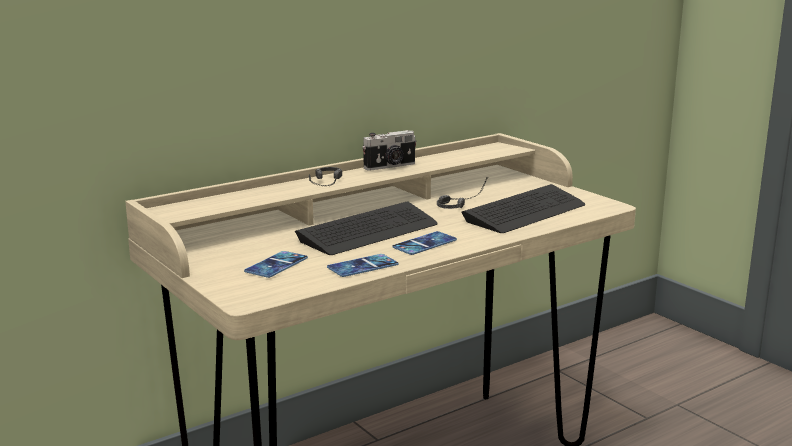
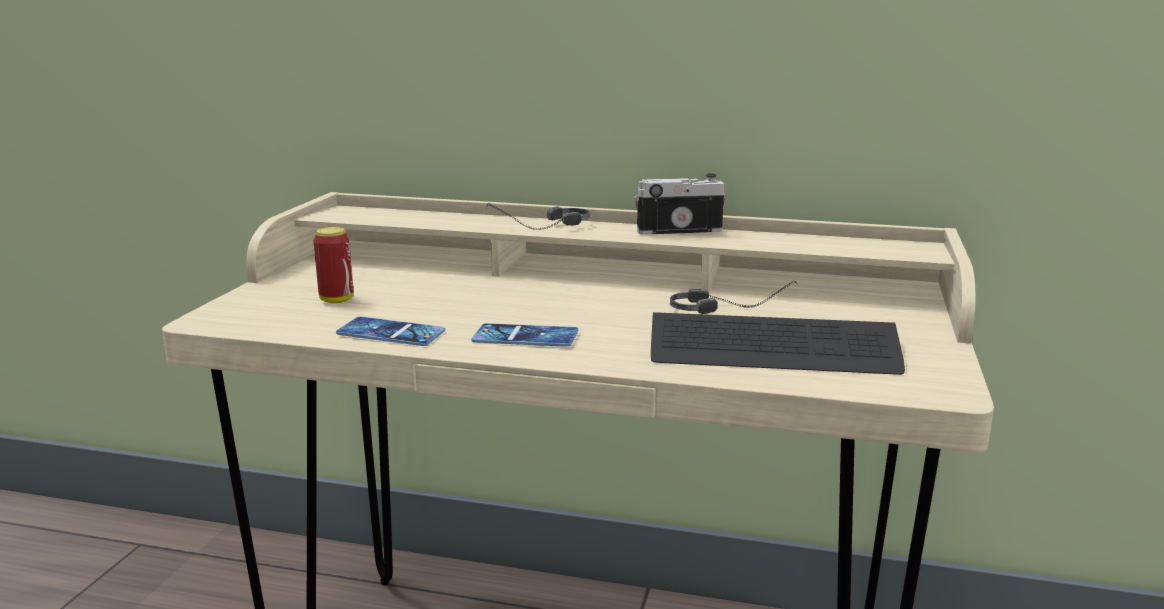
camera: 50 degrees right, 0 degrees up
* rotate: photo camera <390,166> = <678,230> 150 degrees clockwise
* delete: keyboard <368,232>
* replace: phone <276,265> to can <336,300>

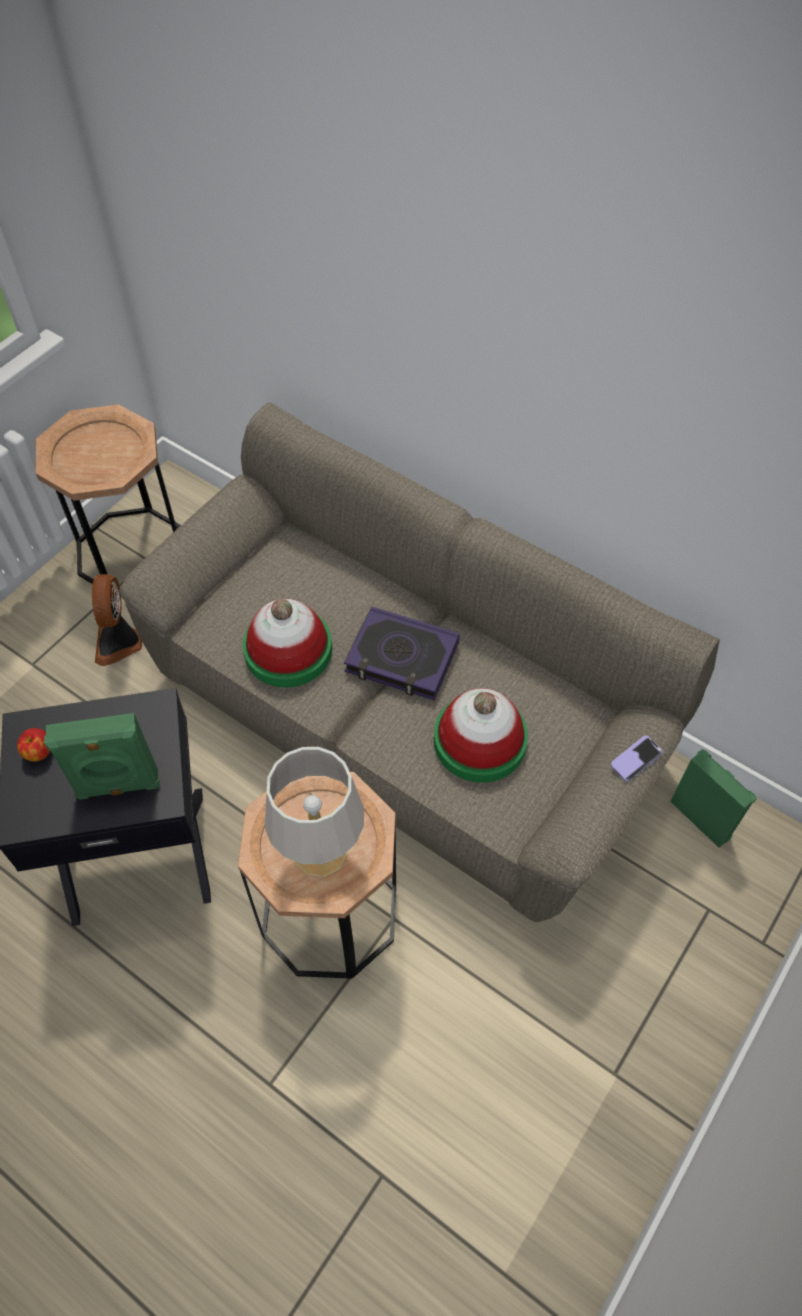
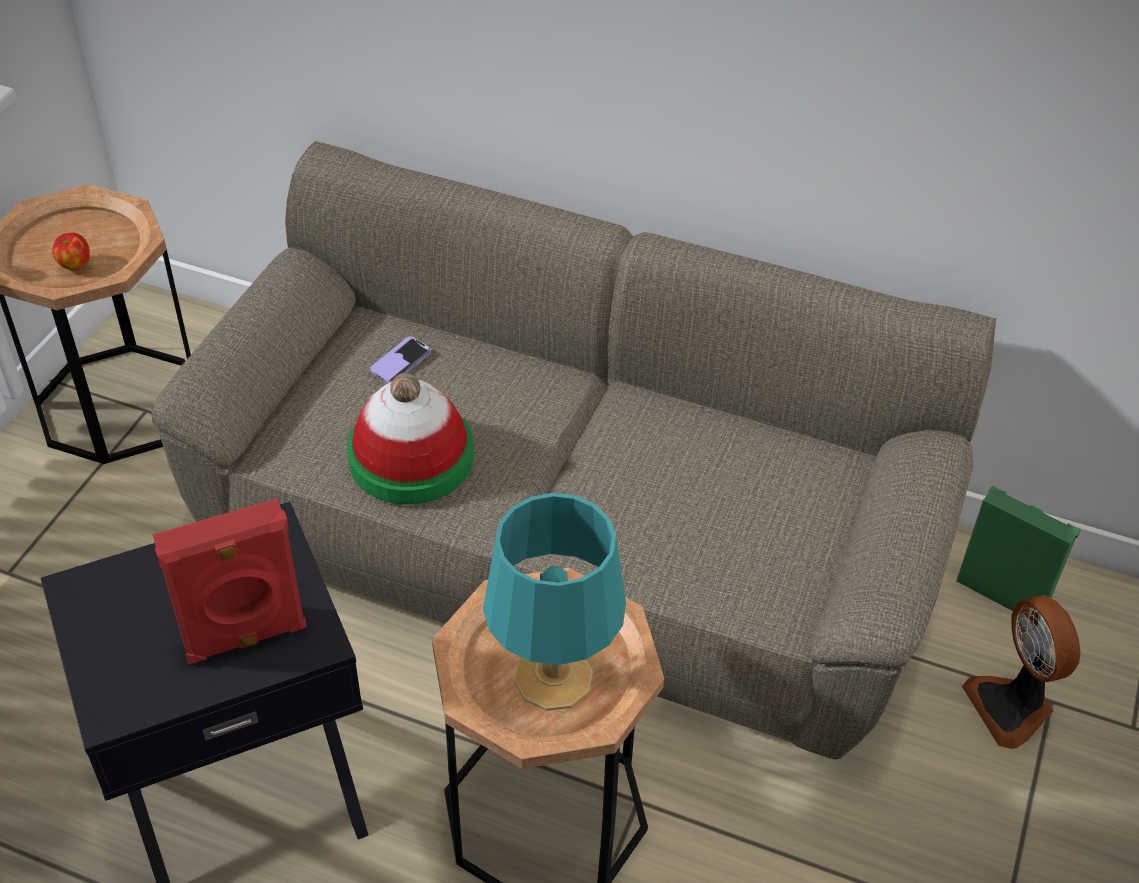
camera: 15 degrees left, 10 degrees down
* move: fan <120,643> to <1012,707>
* delete: book <402,658>
* delete: hat <480,740>
* recolor: speaker (green) <118,786> to speaker (red) <245,638>
* move: apple <38,752> to <75,265>
* move: phone <636,759> to <401,362>
* recolor: table lamp (grey) <319,853> to table lamp (turquoise) <552,679>

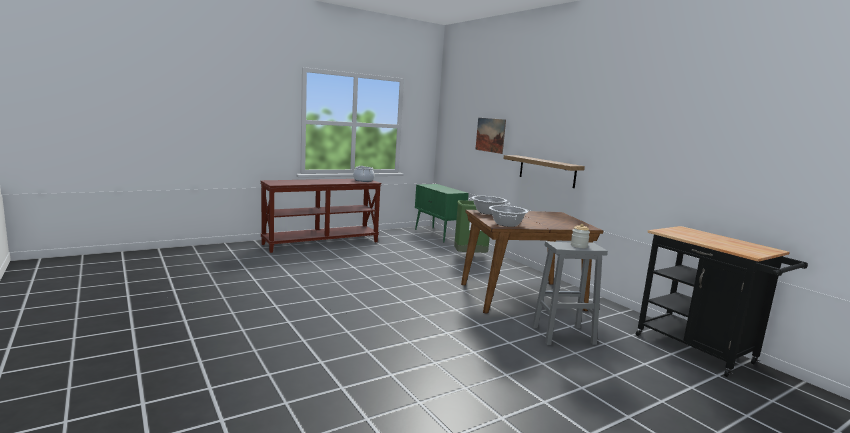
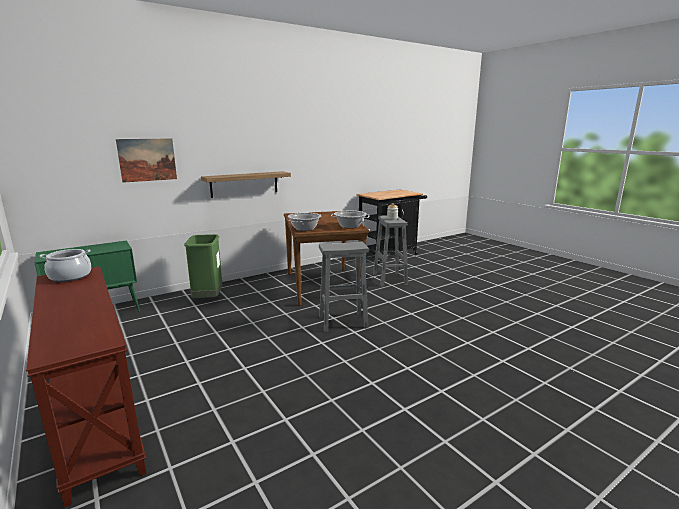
camera: 90 degrees left, 5 degrees up
* insert: stool (grey) <342,322>

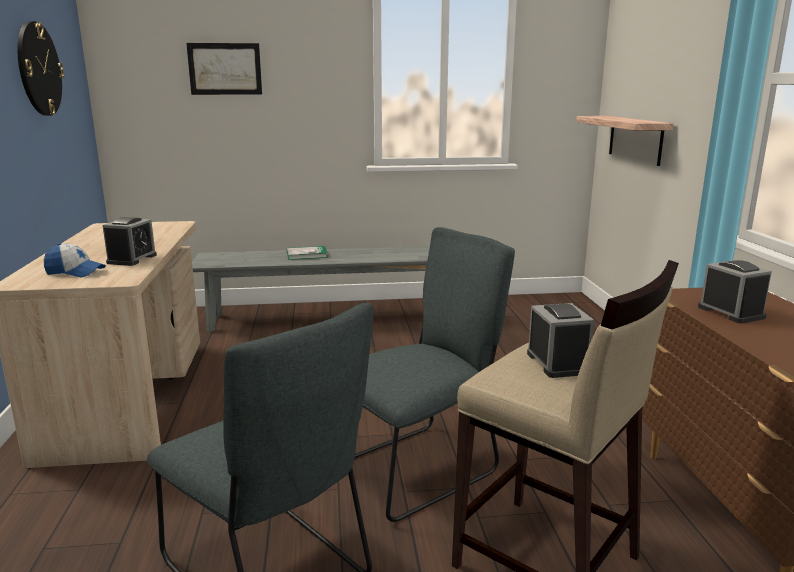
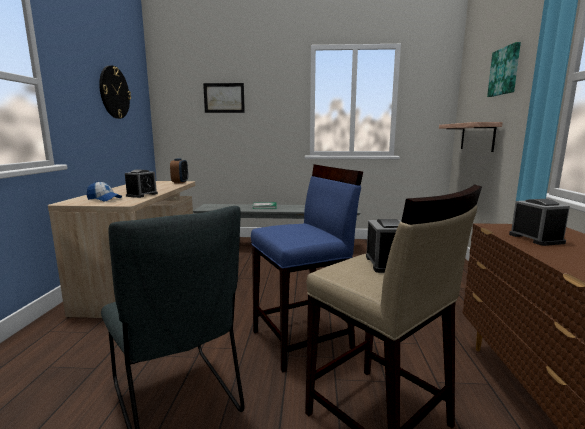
camera: 10 degrees right, 5 degrees down
* replace: chair (grey) <418,467> to stool (blue) <303,340>
* insert: picture <505,71>
* insert: alarm clock <180,182>

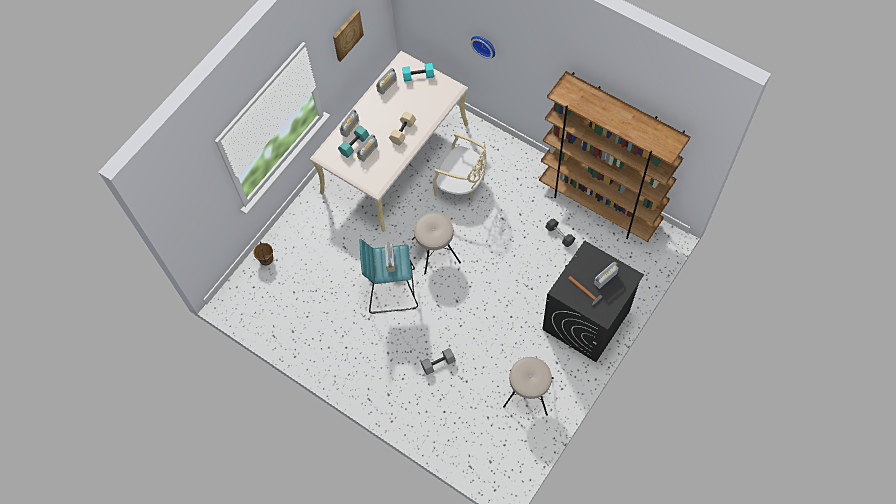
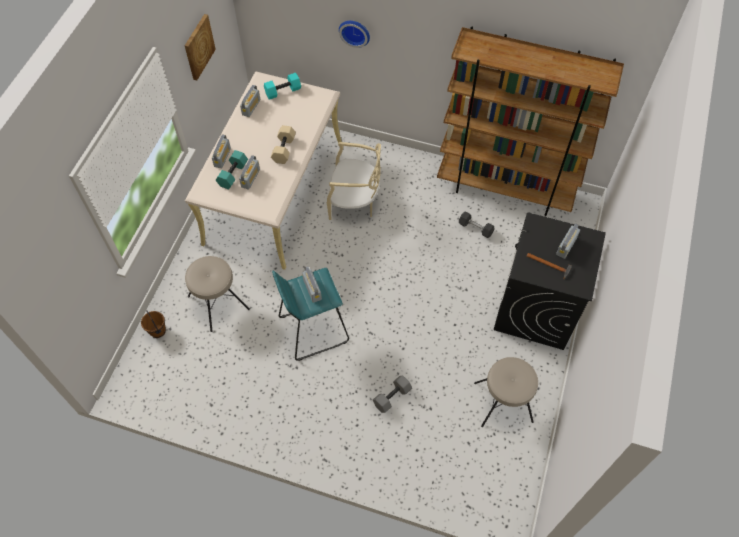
camera: 20 degrees left, 5 degrees down
* move: stool (beige) <435,251> to <218,303>

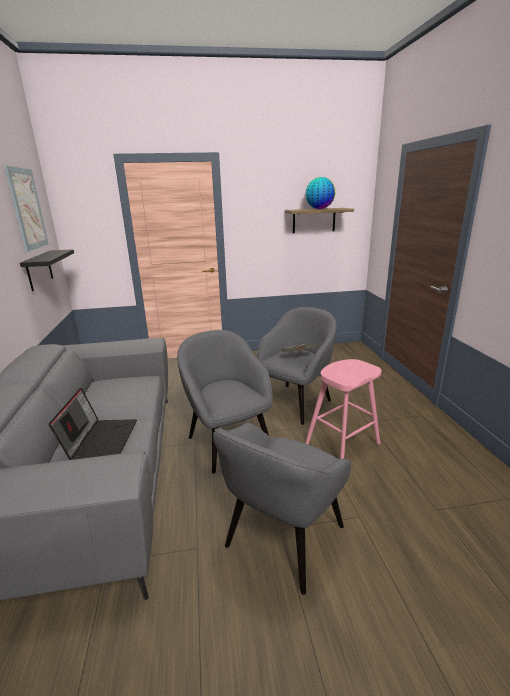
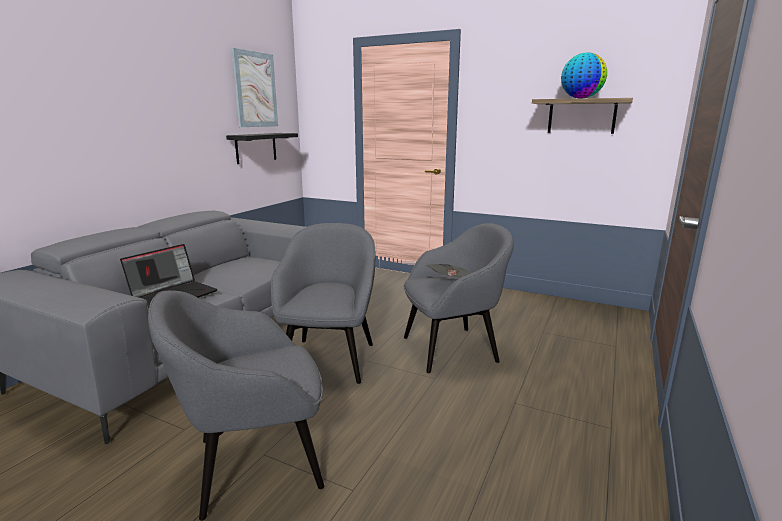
camera: 35 degrees right, 5 degrees down
* delete: stool (pink) <342,444>

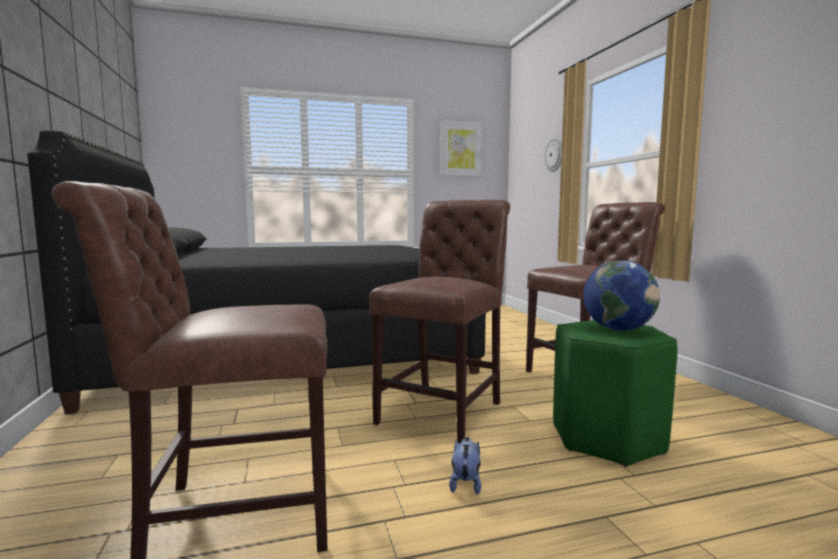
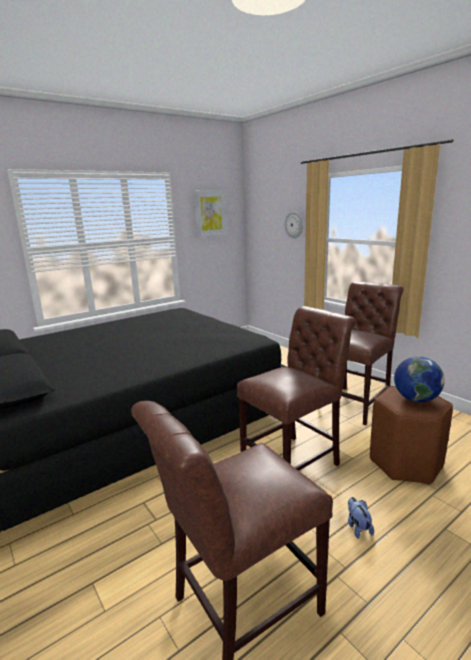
camera: 20 degrees left, 10 degrees up
* rotate: chair (brown) <445,410> = <295,462> 45 degrees clockwise
* recolor: stool (green) <606,439> to stool (brown) <404,463>

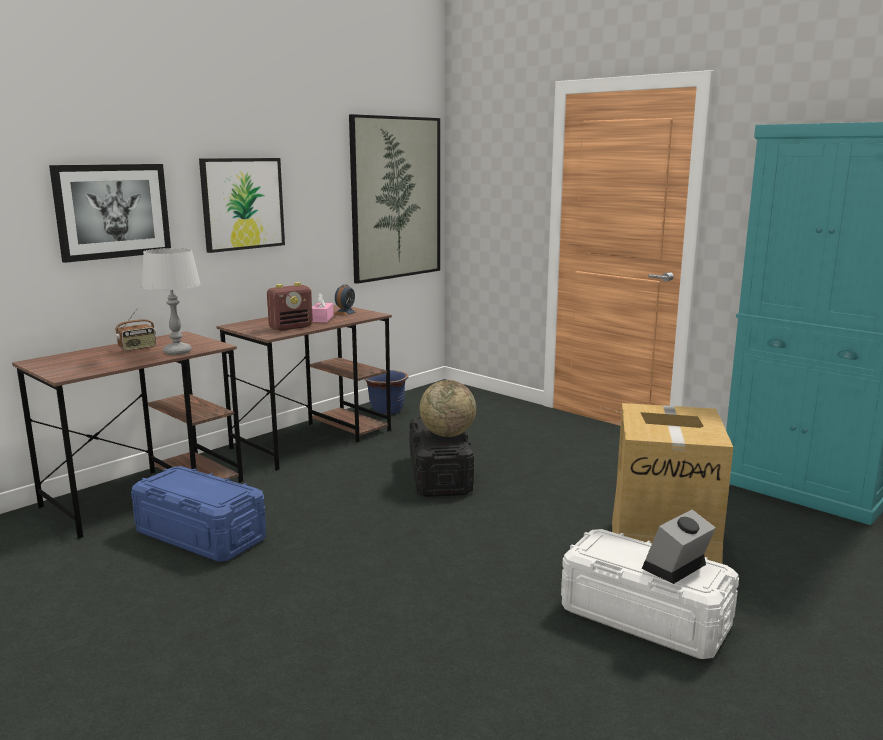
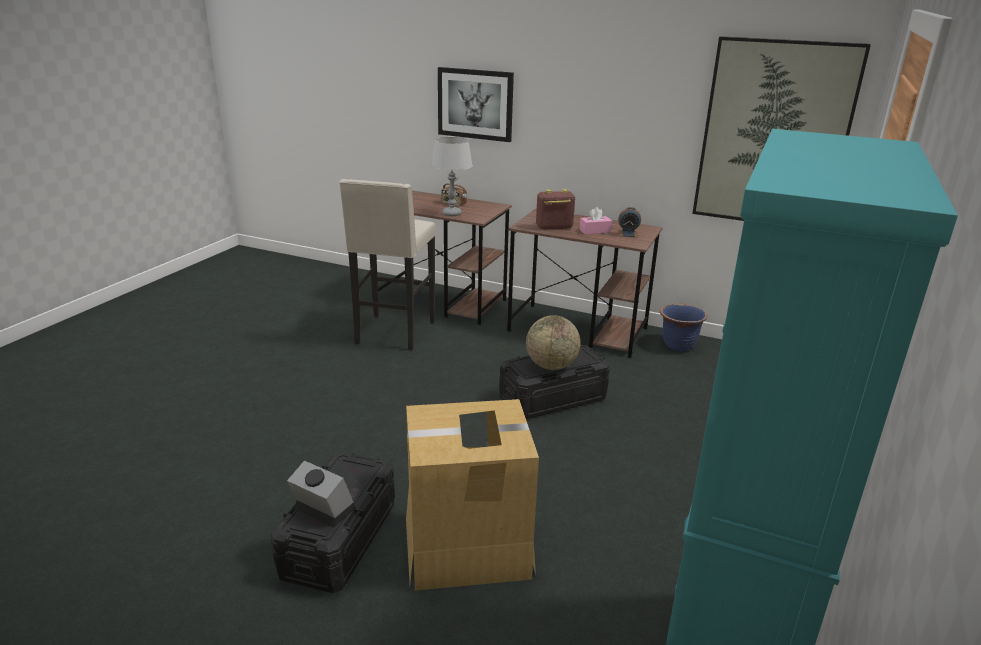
camera: 70 degrees right, 10 degrees up
* delete: picture <242,204>
* rotate: radio <291,327> = <553,227> 135 degrees clockwise
* replace: storage box (blue) <201,536> to stool (beige) <393,333>
* recolor: storage box (white) <645,618> to storage box (black) <339,540>

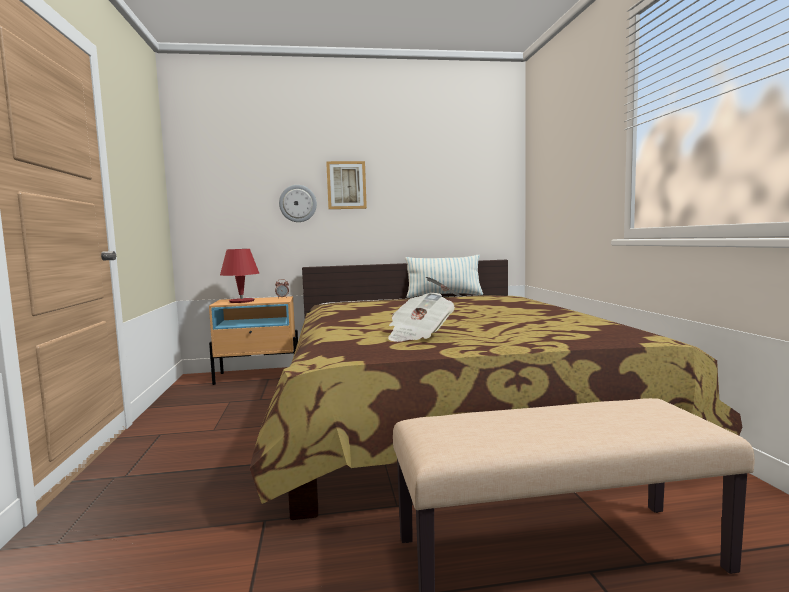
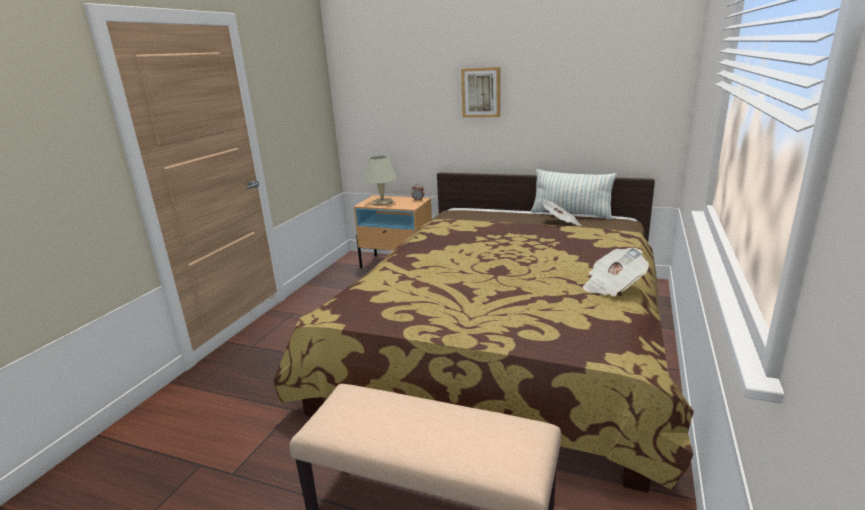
camera: 30 degrees right, 15 degrees up
* delete: wall clock <298,203>
* recolor: table lamp (red) <241,301> to table lamp (beige) <382,202>
* move: newspaper <418,335> to <612,286>

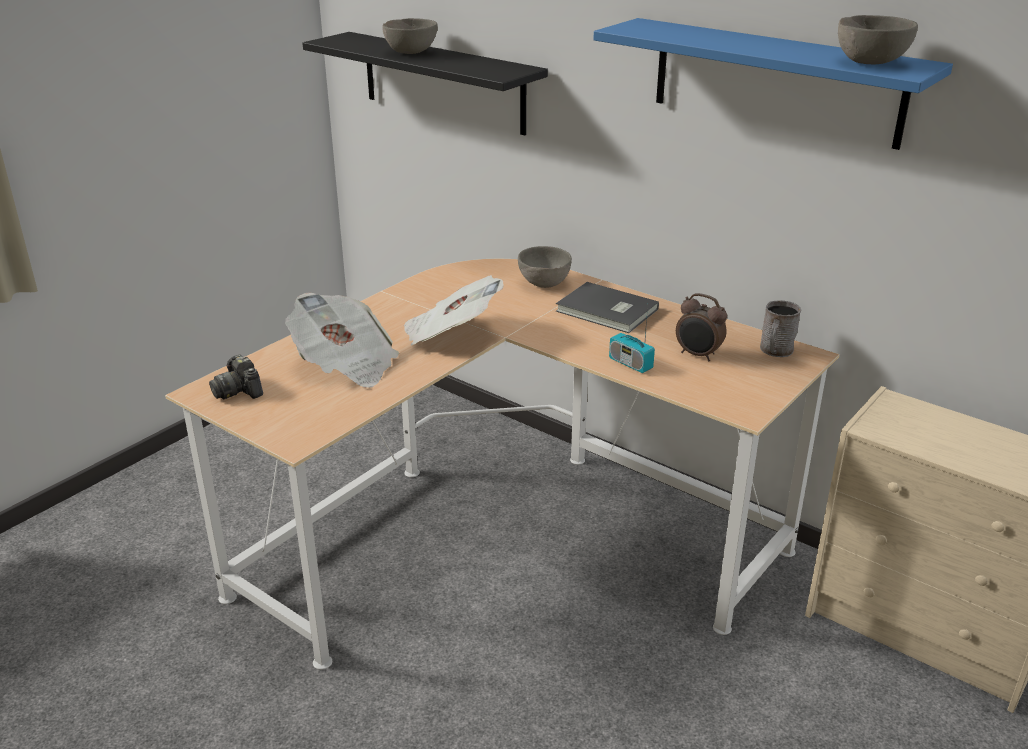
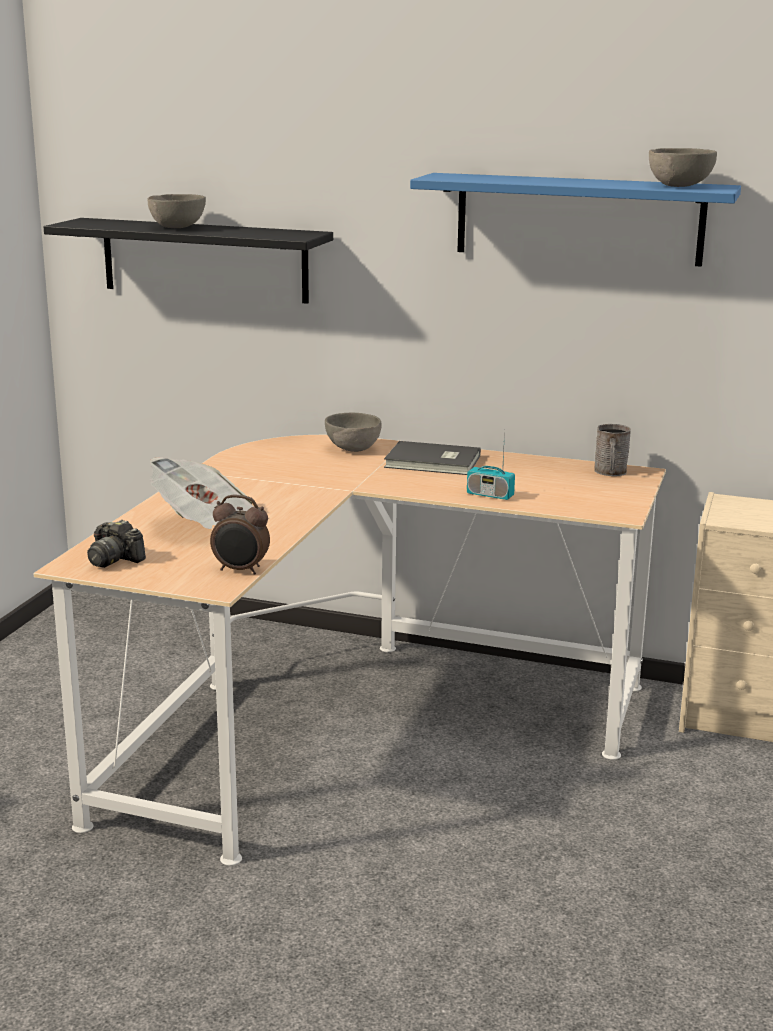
camera: 20 degrees left, 10 degrees down
* delete: newspaper <451,334>
* move: alarm clock <698,355> to <240,570>

